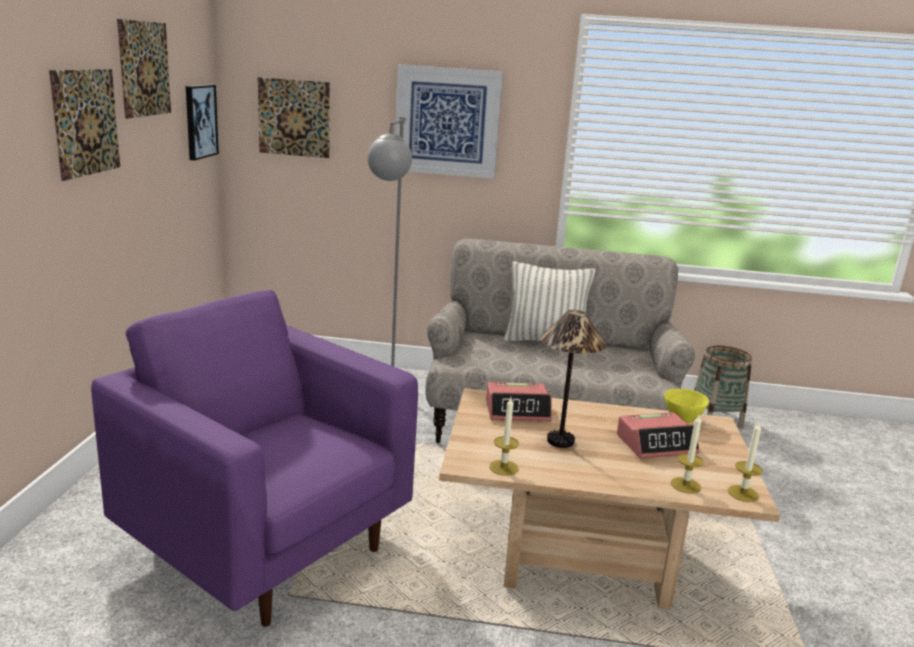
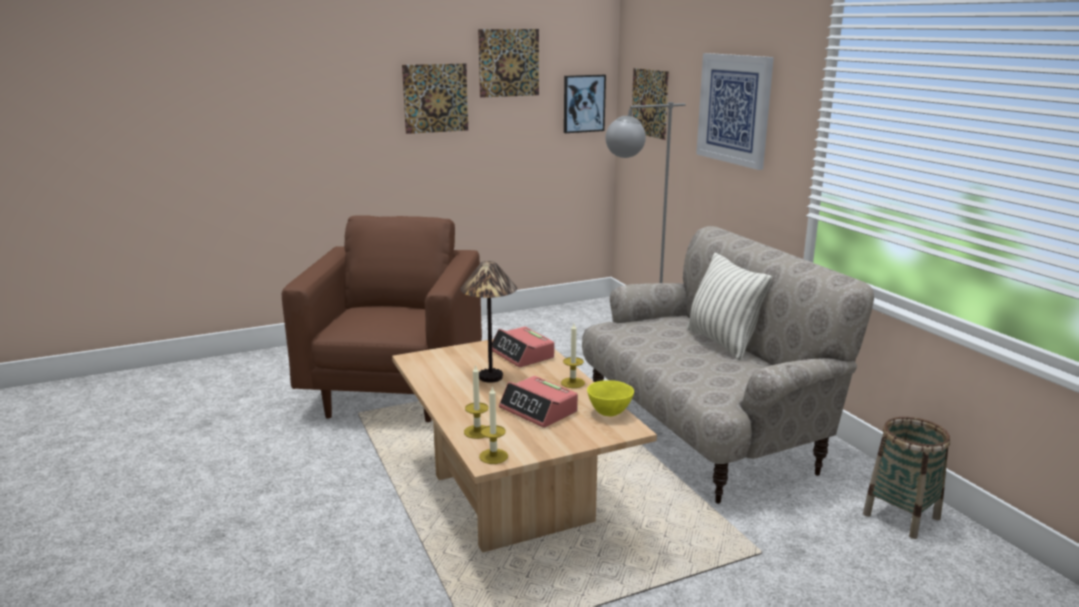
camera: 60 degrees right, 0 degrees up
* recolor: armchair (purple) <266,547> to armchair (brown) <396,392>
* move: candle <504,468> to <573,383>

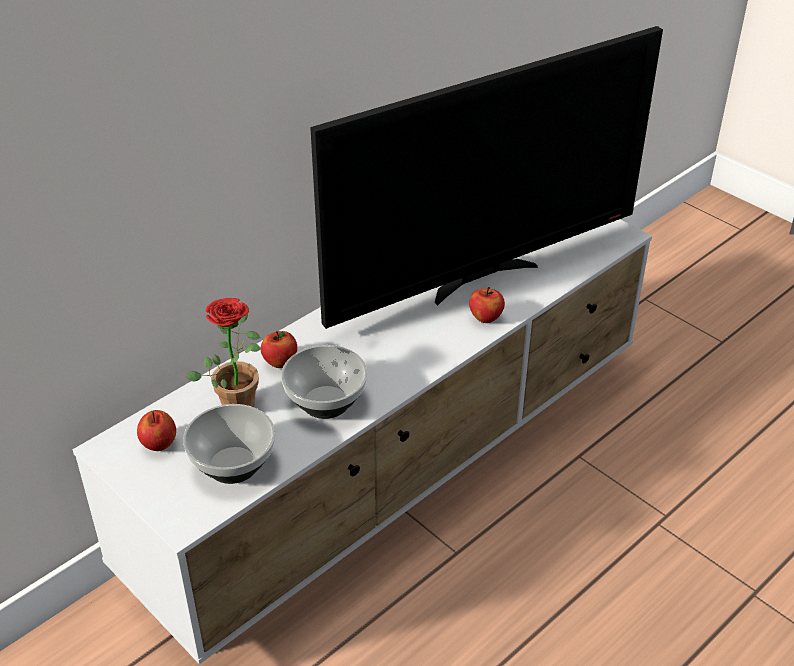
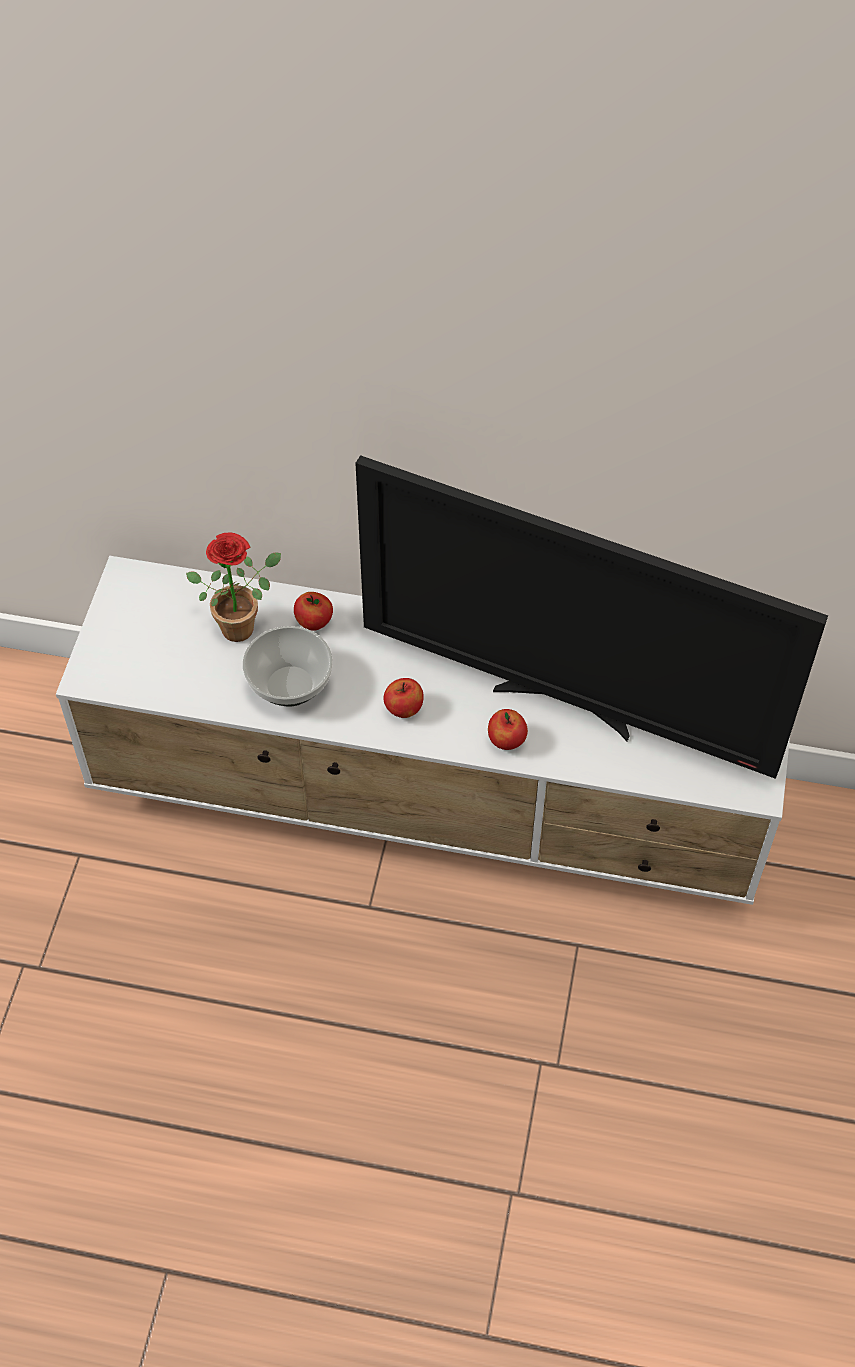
camera: 55 degrees right, 15 degrees up
* delete: bowl <232,466>
* move: apple <159,444> to <403,709>

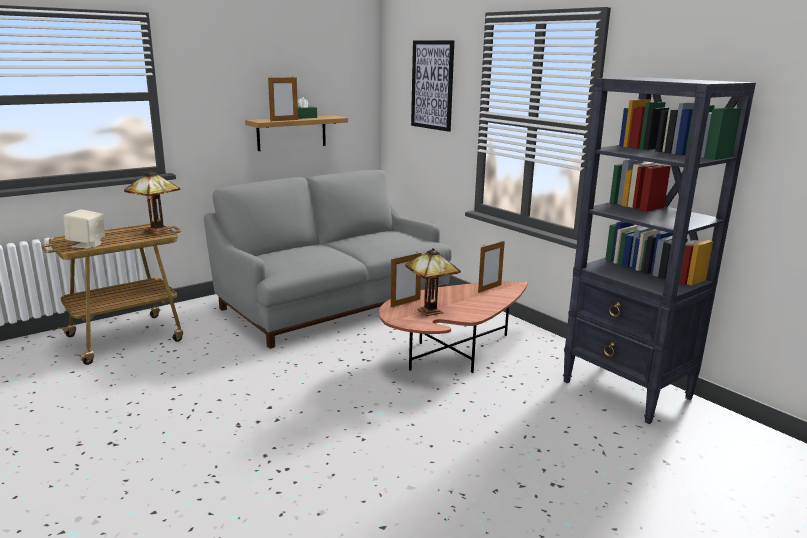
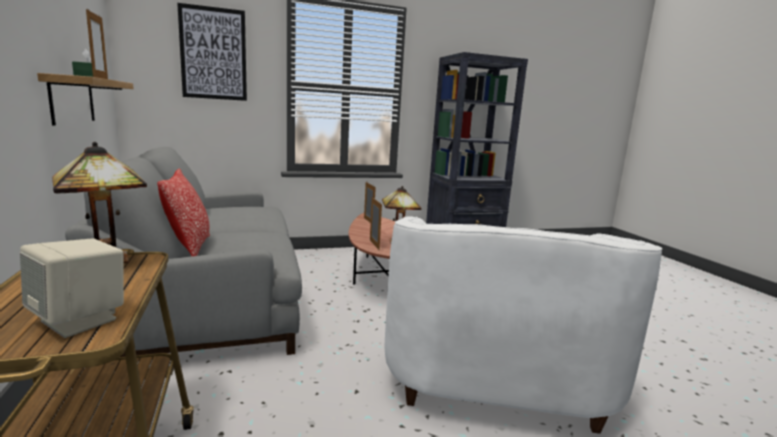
camera: 70 degrees left, 5 degrees down
* insert: pillow <189,247>
* insert: armchair (white) <493,369>

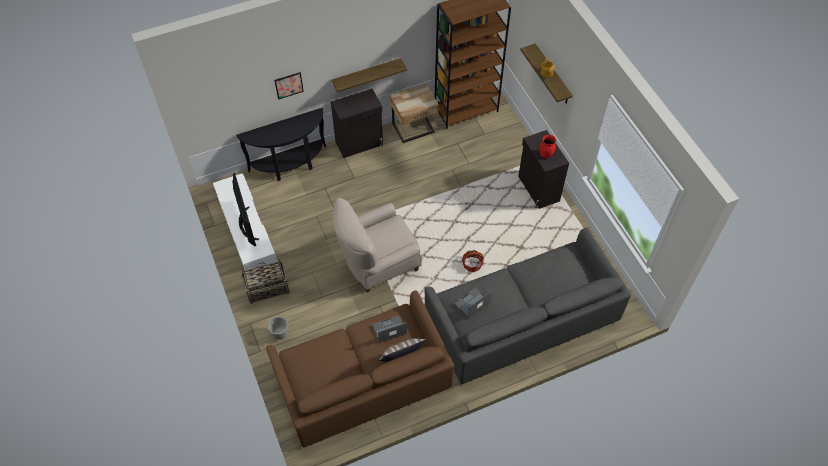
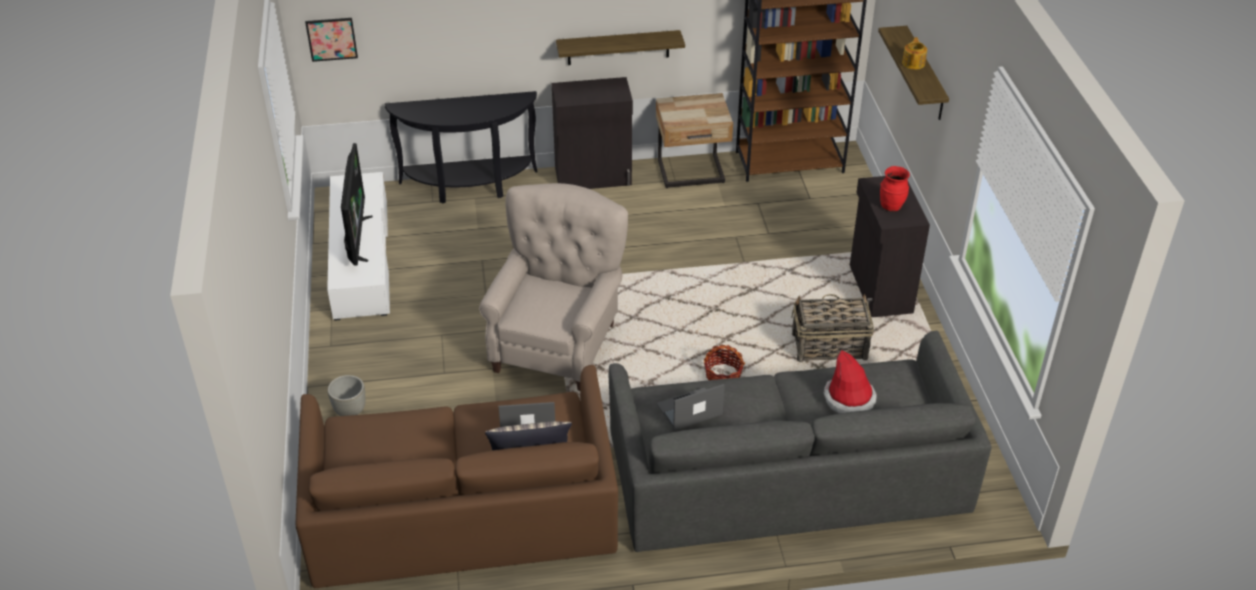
camera: 15 degrees right, 15 degrees down
* move: picture <289,85> to <331,39>
* rotate: armchair (beige) <377,263> = <557,343> 120 degrees clockwise
* move: basket <267,288> to <828,346>
* insert: hat <849,398>

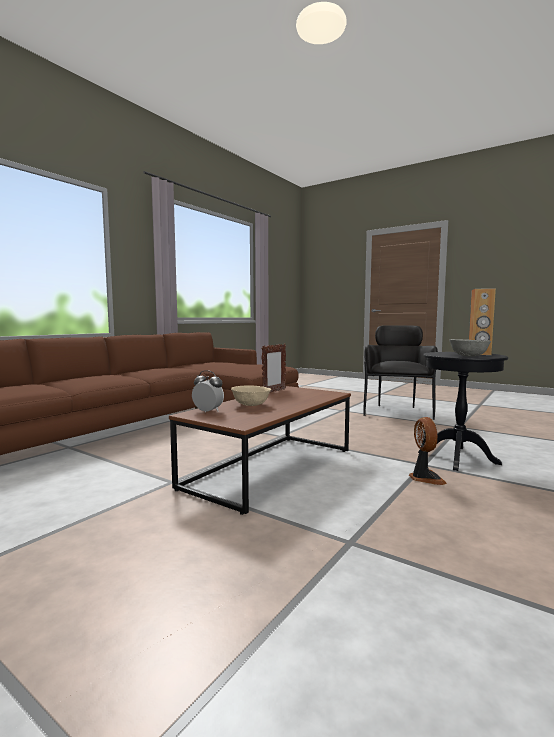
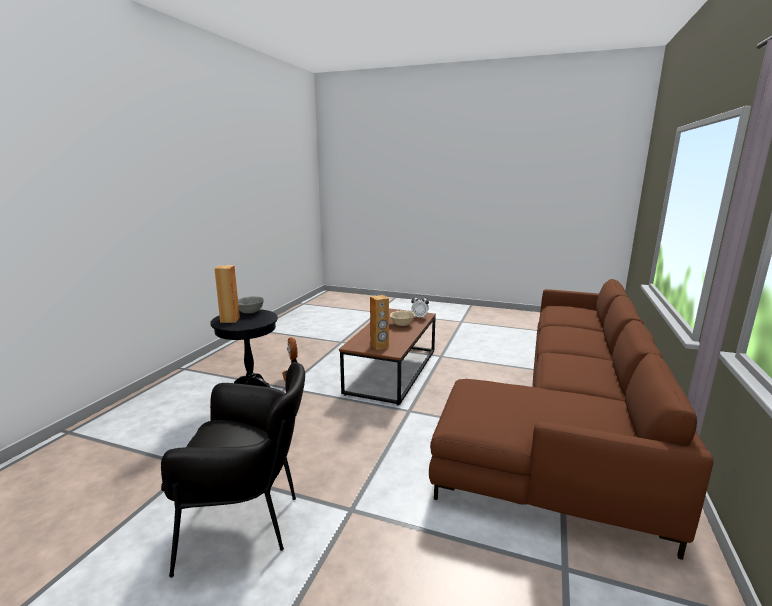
camera: 165 degrees right, 10 degrees up
* rotate: armchair (black) <397,411> = <248,523> 90 degrees counterclockwise
* delete: picture frame <273,392>
* insert: speaker (brown) <379,346>

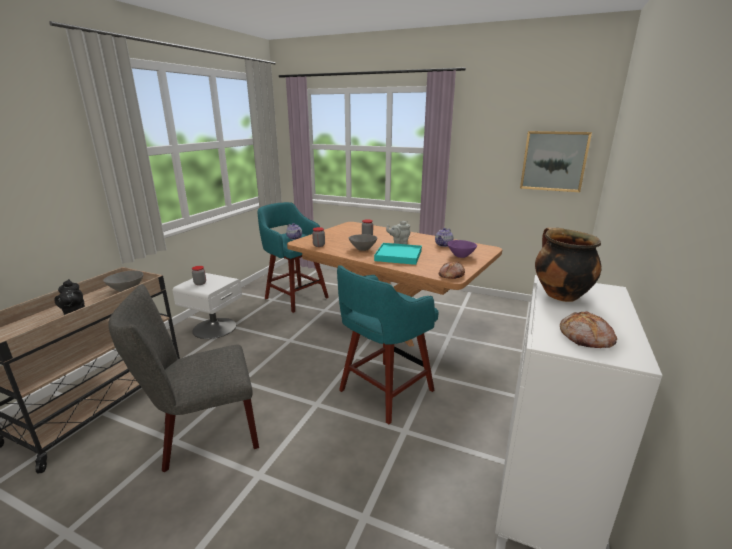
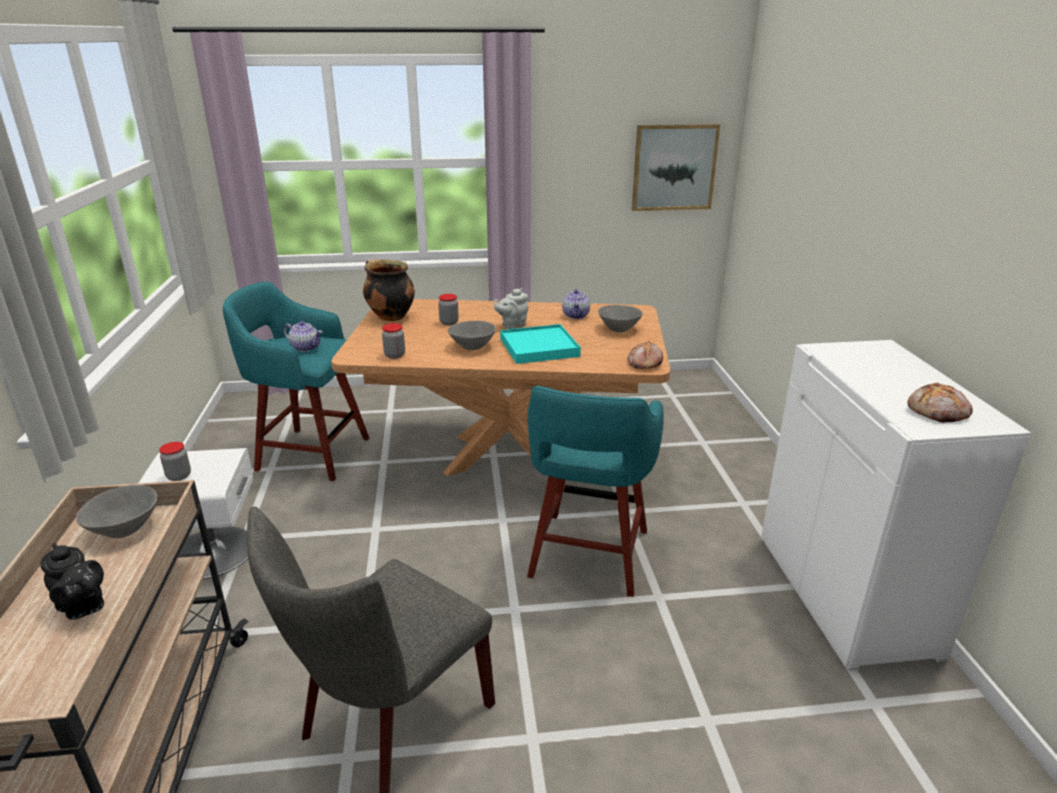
camera: 30 degrees left, 5 degrees up
* move: cooking pot <559,295> to <390,317>
* recolor: bowl (purple) <460,255> to bowl (grey) <618,329>

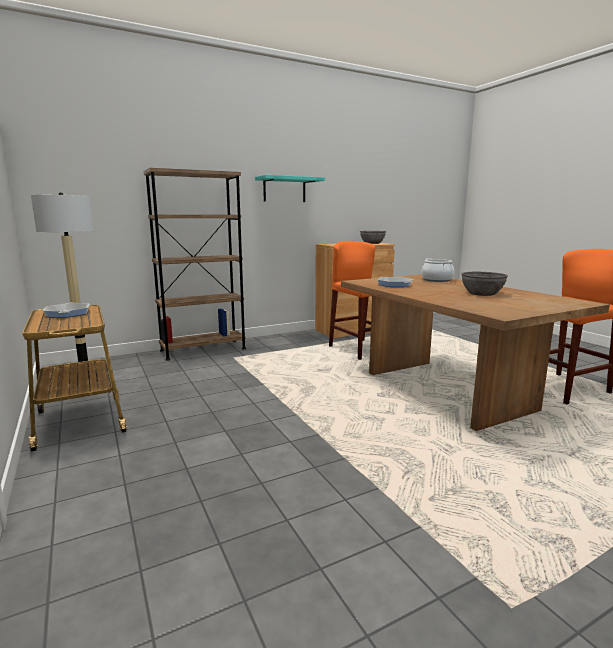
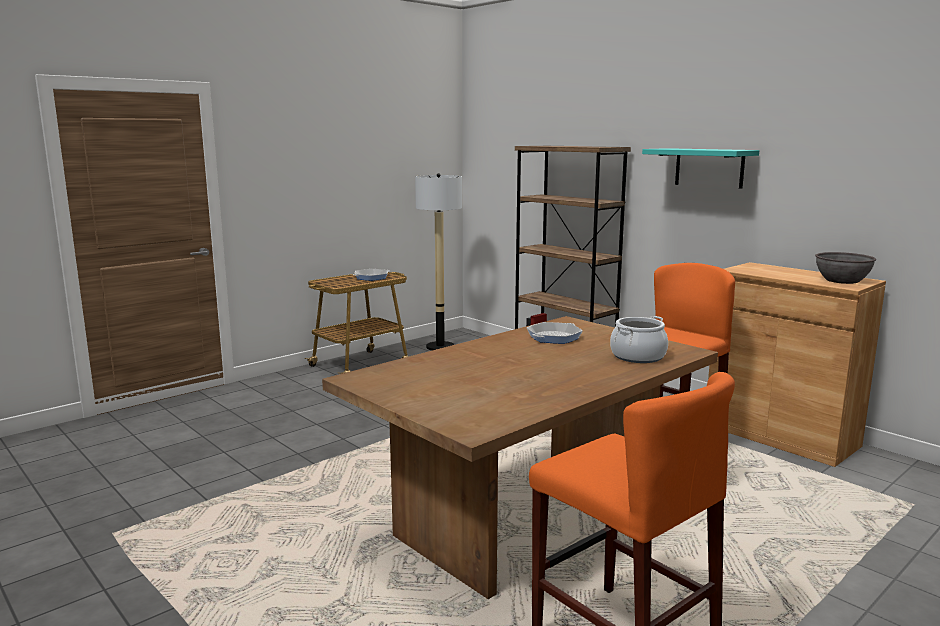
camera: 75 degrees right, 0 degrees up
* delete: bowl (grey) <482,293>

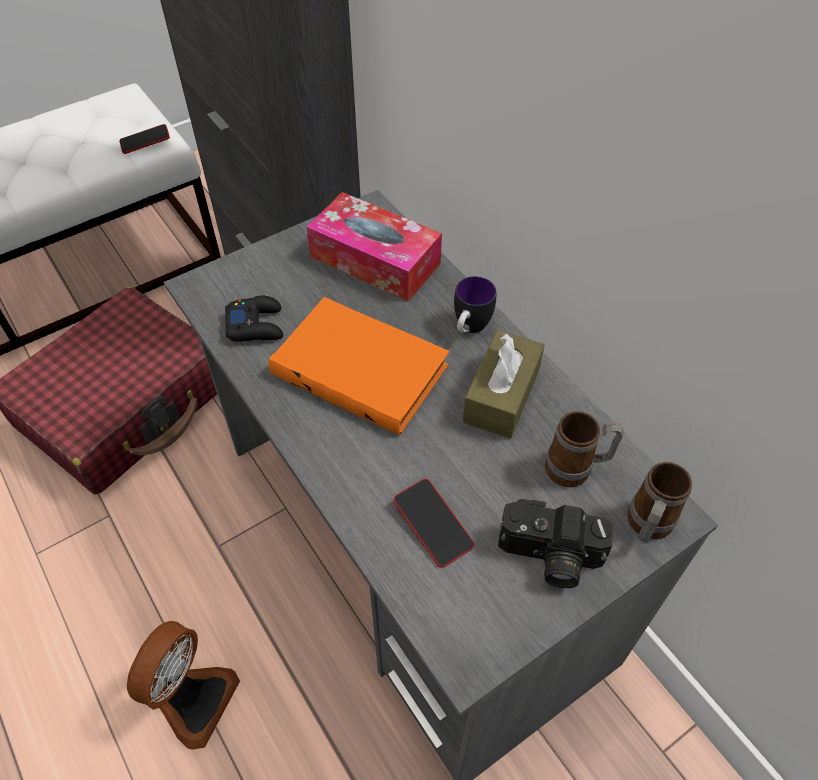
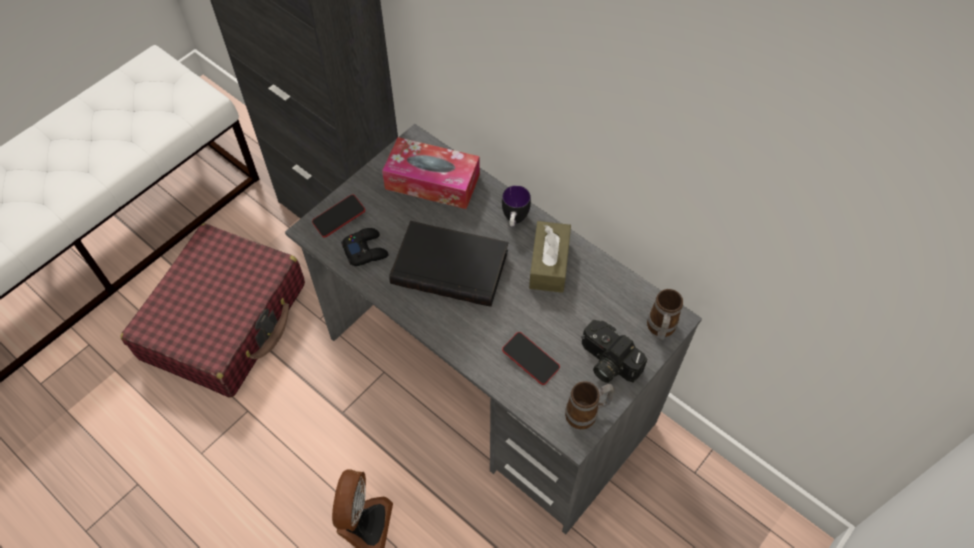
camera: 15 degrees left, 5 degrees up
* move: phone <145,142> to <339,218>
* recolor: book (orange) <363,368> to book (black) <451,265>
* move: mug <576,469> to <587,413>
* rotate: photo camera <549,557> = <606,362> 45 degrees clockwise

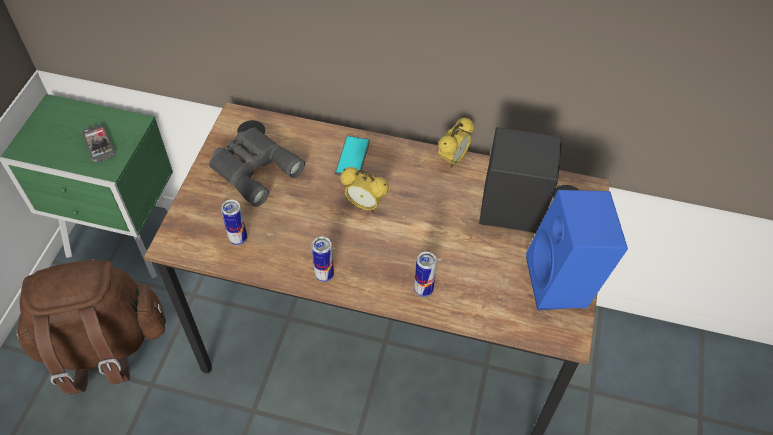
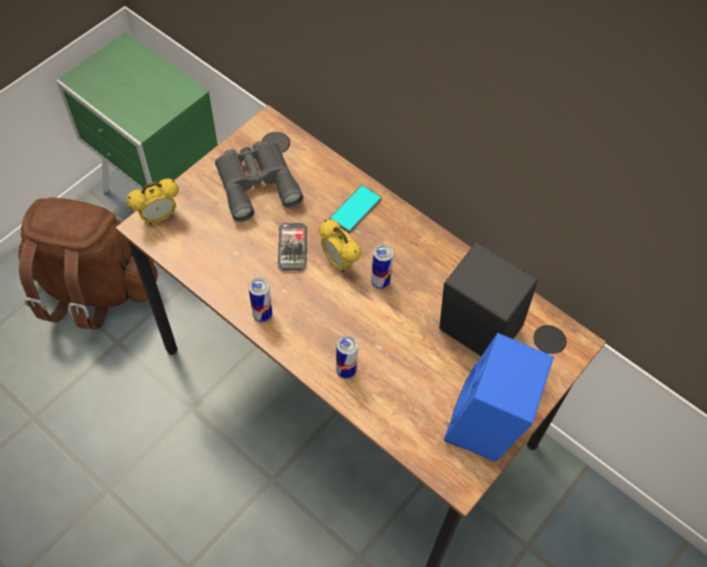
camera: 25 degrees right, 5 degrees up
* move: alarm clock <453,159> to <159,217>
* move: phone <99,144> to <292,247>
* move: can <238,239> to <380,282>

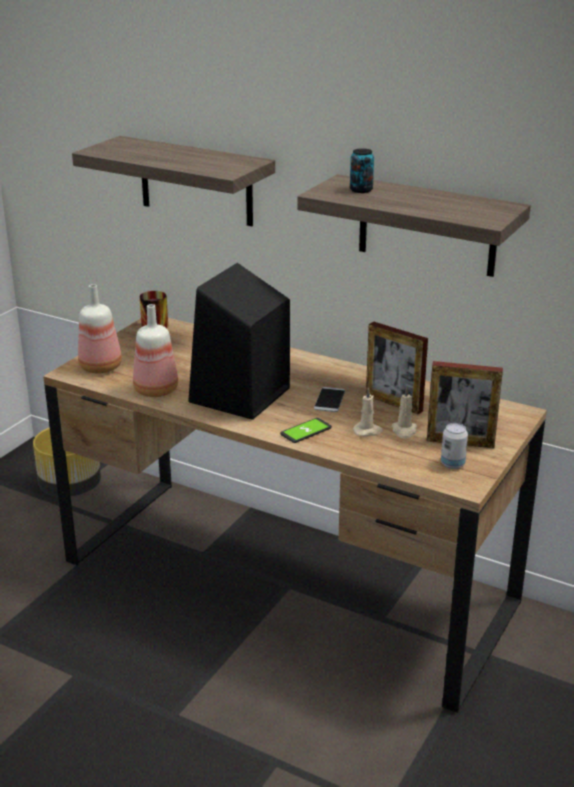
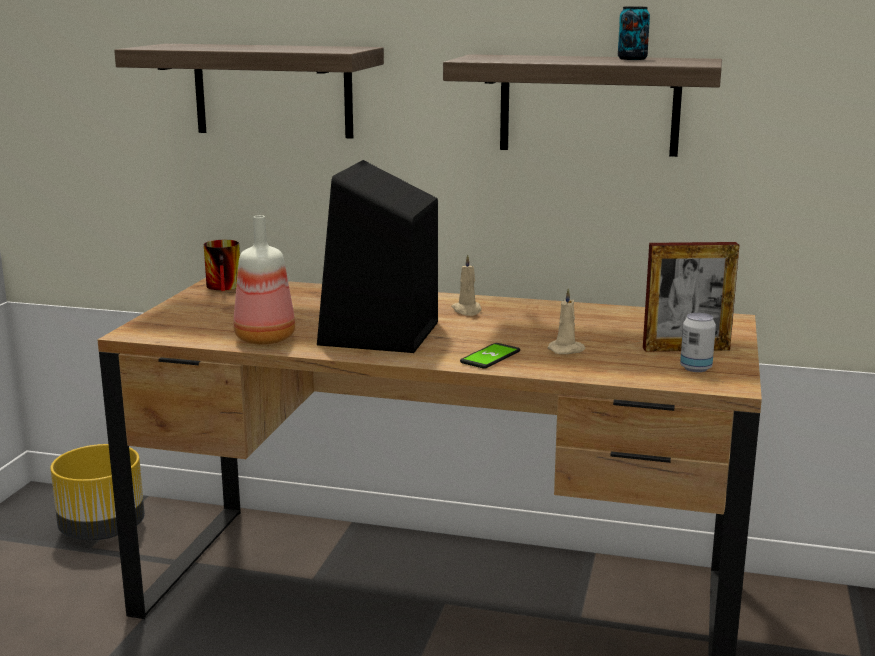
camera: 15 degrees left, 10 degrees down
* move: can <361,190> to <632,59>
* delete: bottle <101,366>
* delete: picture frame <394,403>
* delete: phone <329,400>
* move: candle (beige) <404,431> to <467,311>

